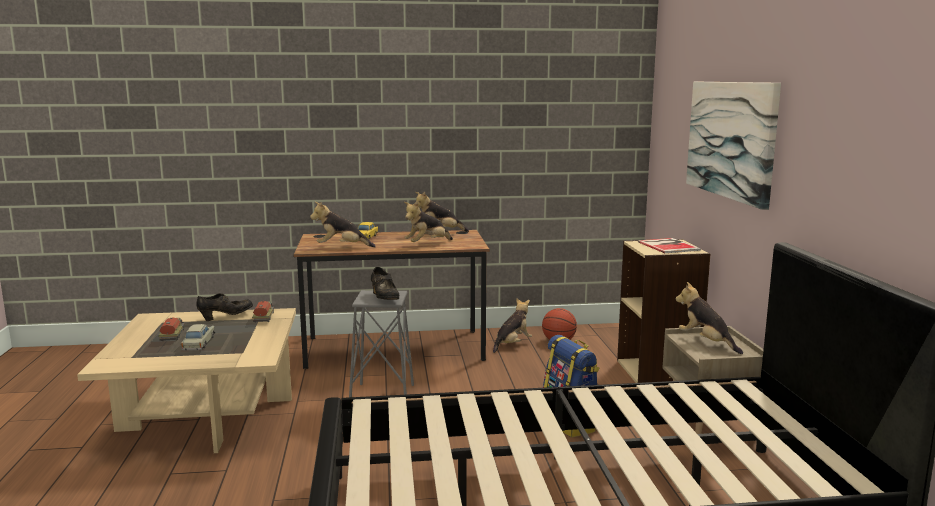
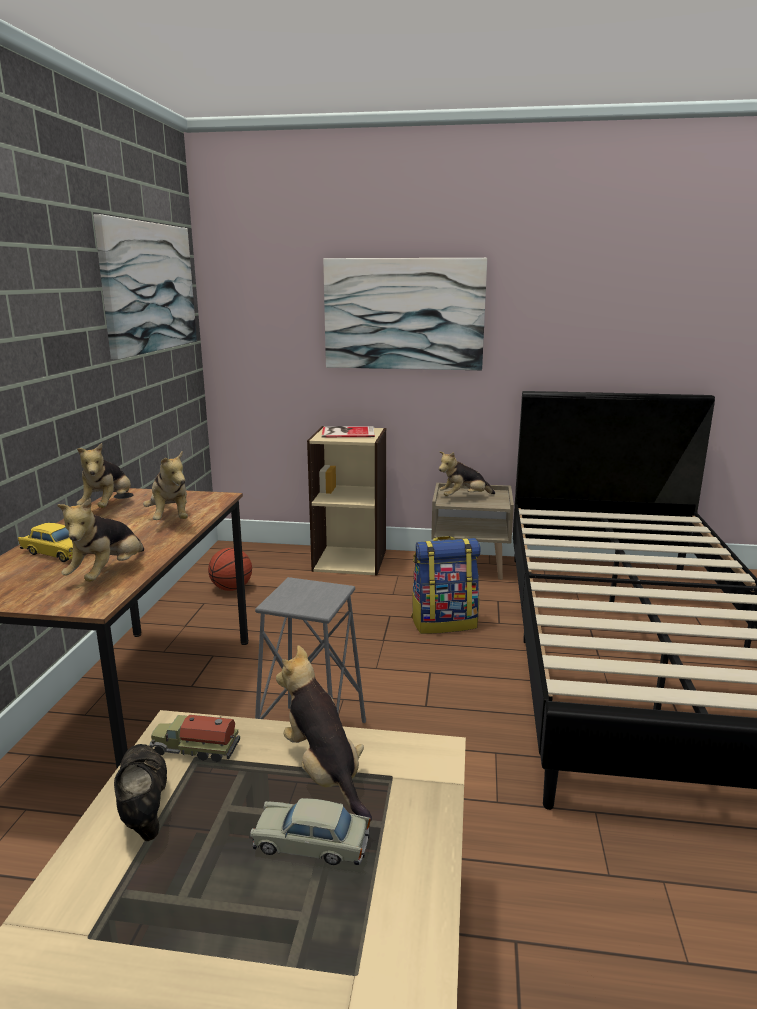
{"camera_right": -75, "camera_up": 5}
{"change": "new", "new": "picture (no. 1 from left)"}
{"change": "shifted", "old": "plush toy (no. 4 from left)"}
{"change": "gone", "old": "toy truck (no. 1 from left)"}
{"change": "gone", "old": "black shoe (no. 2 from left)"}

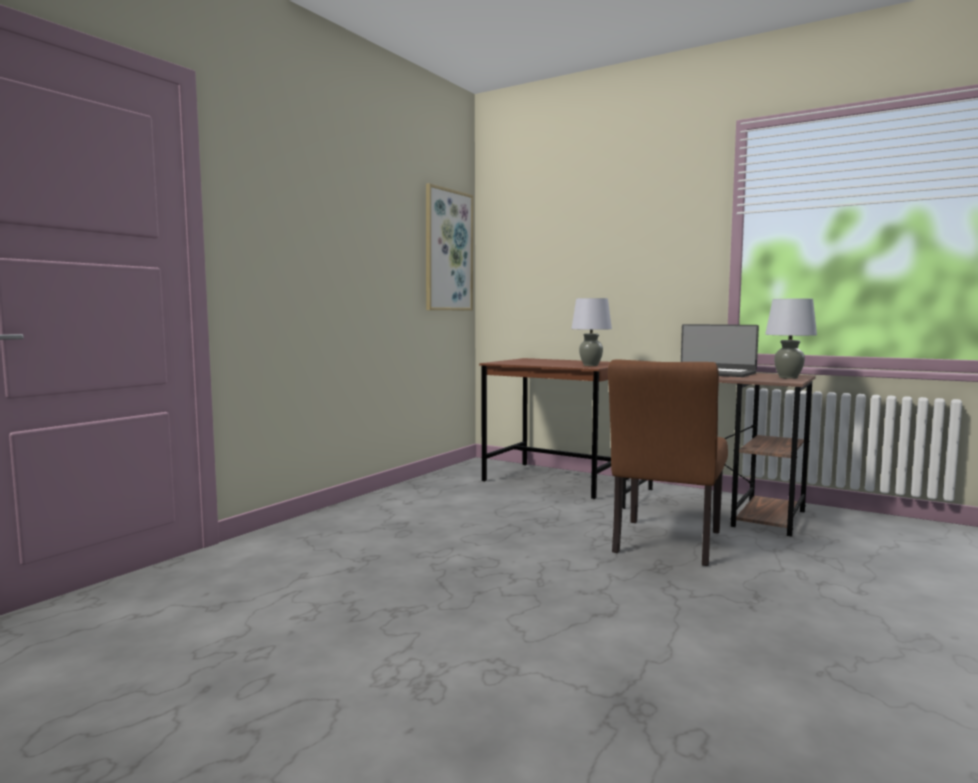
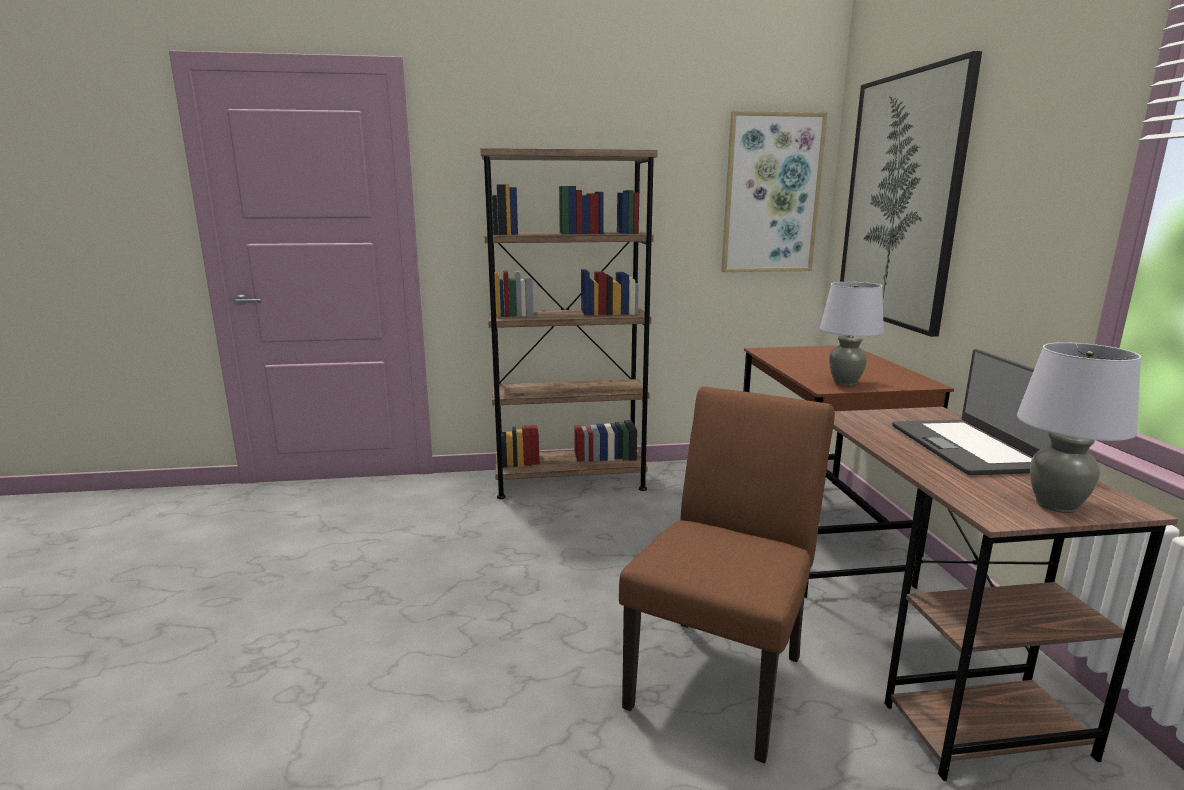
{"camera_right": 50, "camera_up": 10}
{"change": "new", "new": "brown bookcase"}
{"change": "rotated", "old": "brown chair", "degrees": 135}
{"change": "new", "new": "picture (no. 2 from left)"}

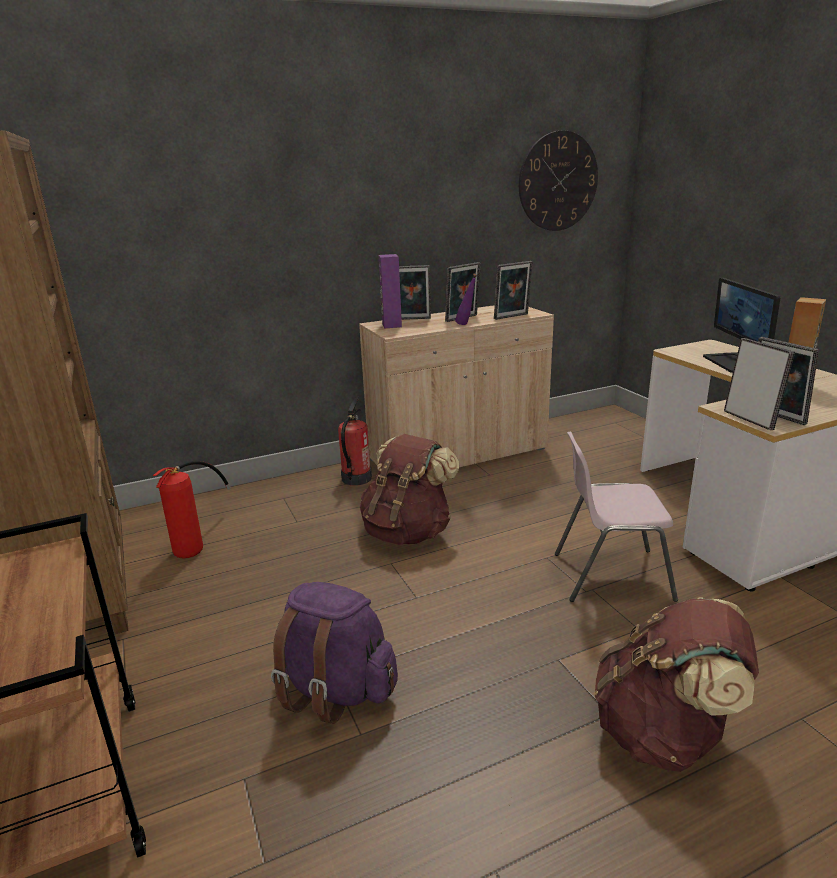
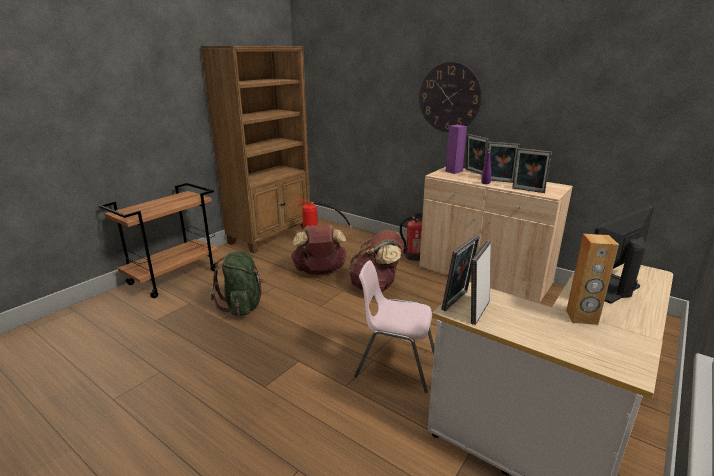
{"camera_right": 60, "camera_up": 0}
{"change": "repainted", "old": "purple backpack", "new": "green backpack"}
{"change": "shifted", "old": "brown backpack (no. 2 from left in the first image)", "new": "brown backpack (no. 1 from left)"}
{"change": "rotated", "old": "pink chair", "degrees": -45}
{"change": "shifted", "old": "wall clock"}

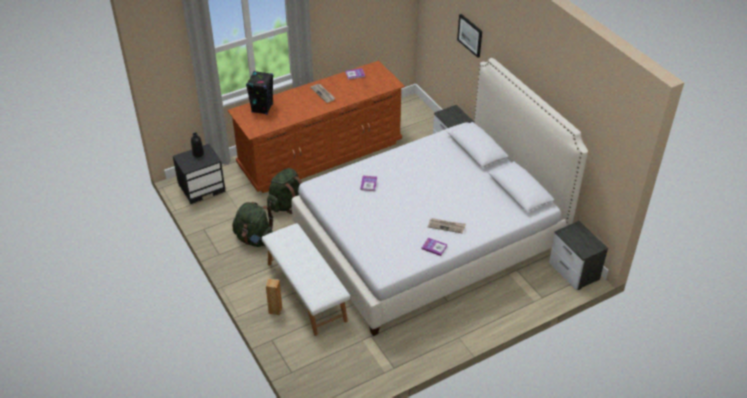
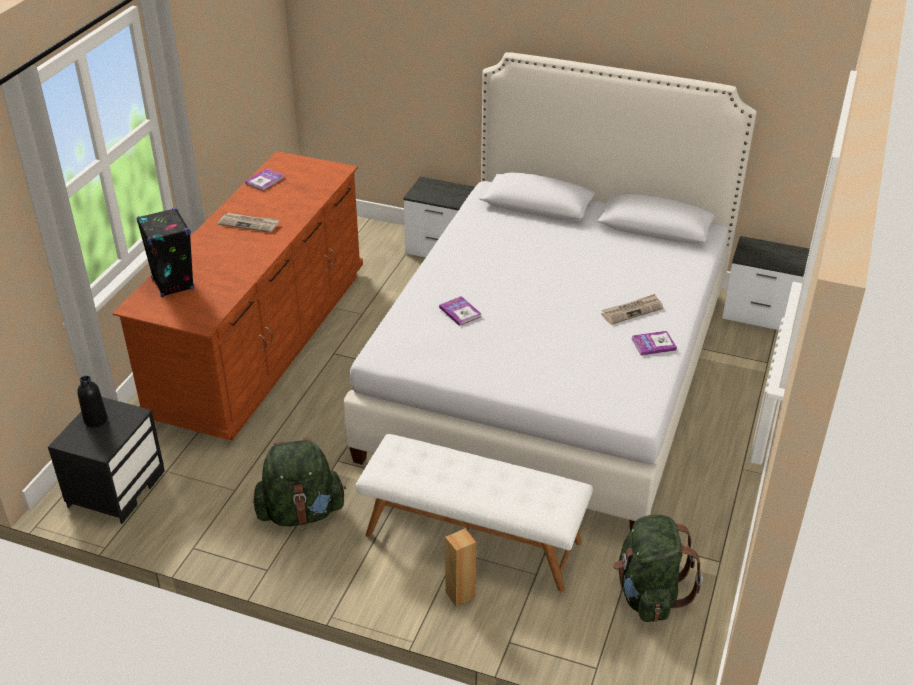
{"camera_right": -40, "camera_up": -5}
{"change": "shifted", "old": "green backpack (no. 2 from left)"}
{"change": "gone", "old": "picture"}

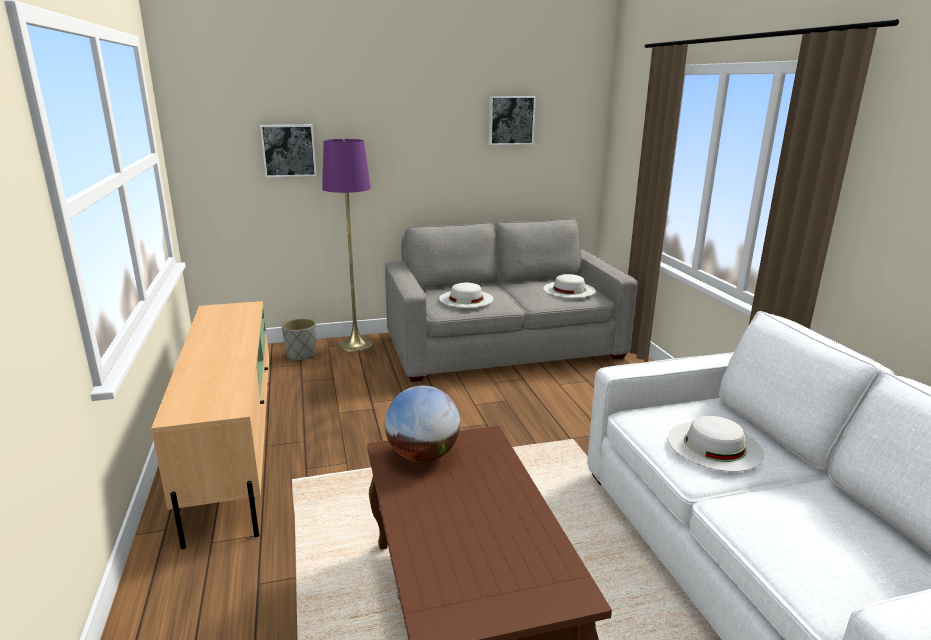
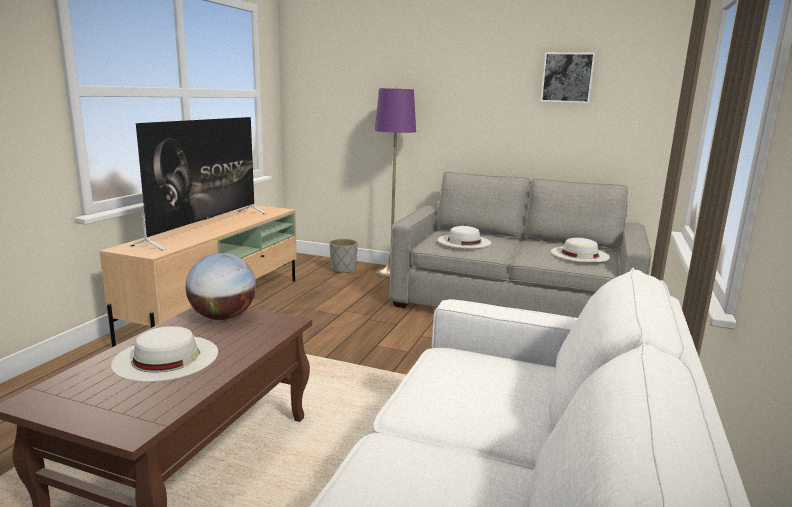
{"camera_right": 35, "camera_up": -5}
{"change": "shifted", "old": "white hat (no. 3 from left in the first image)", "new": "white hat (no. 1 from left)"}
{"change": "new", "new": "television"}
{"change": "gone", "old": "picture (no. 1 from left)"}

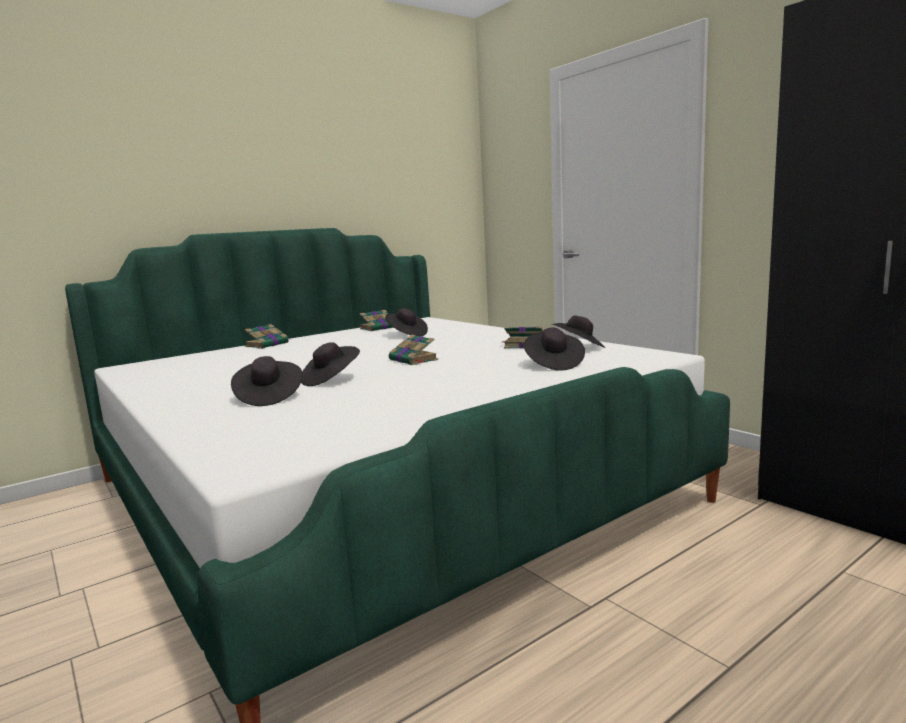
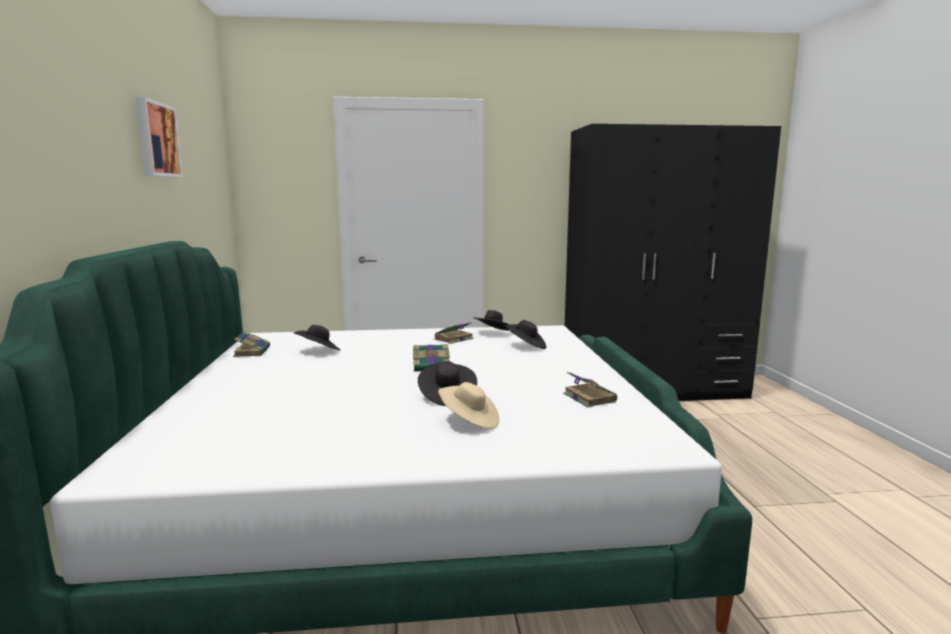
{"camera_right": -60, "camera_up": 0}
{"change": "new", "new": "picture"}
{"change": "repainted", "old": "black hat (no. 1 from left)", "new": "beige hat"}
{"change": "shifted", "old": "book (no. 1 from left in the first image)", "new": "book (no. 4 from left)"}

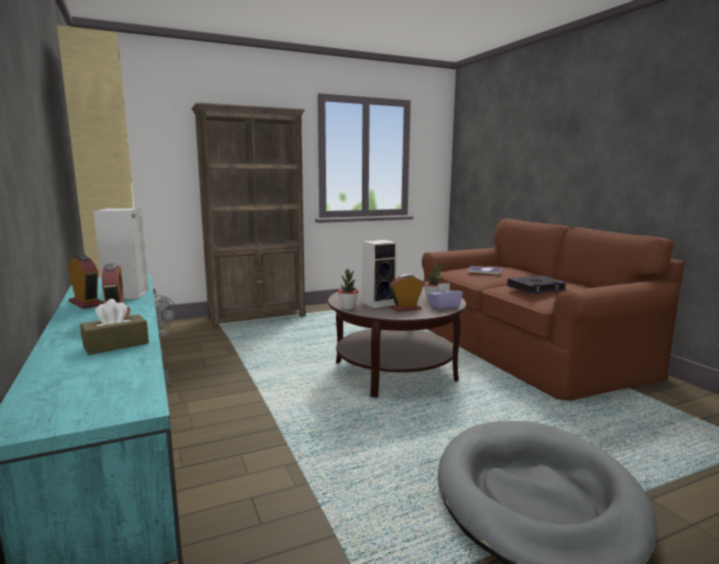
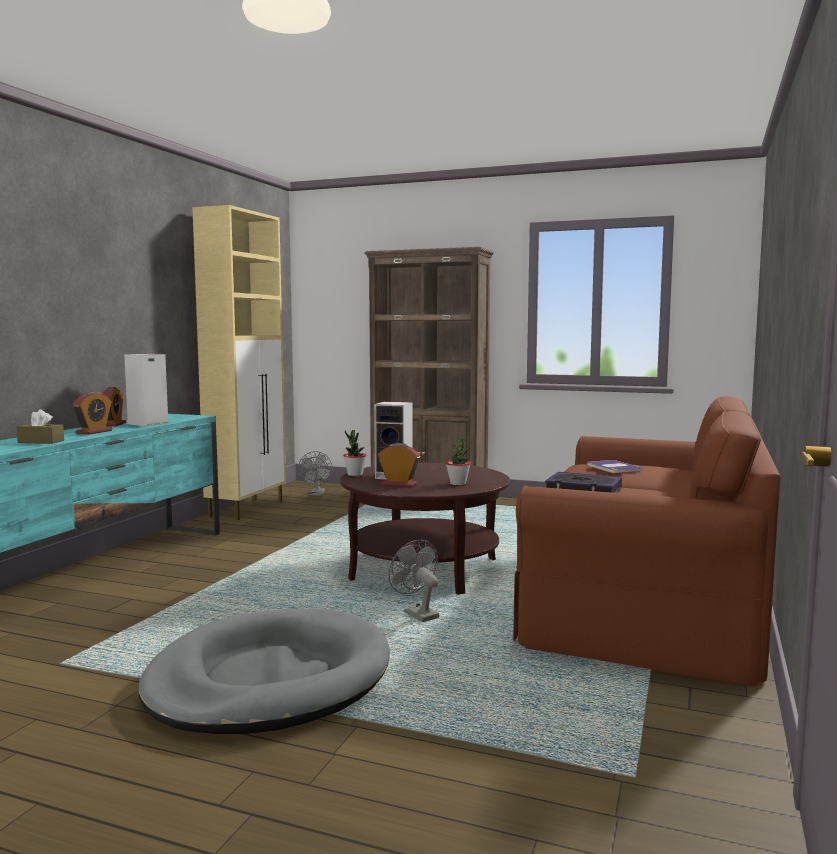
{"camera_right": 45, "camera_up": -5}
{"change": "new", "new": "grey fan (no. 2 from left)"}
{"change": "gone", "old": "purple tissue box"}

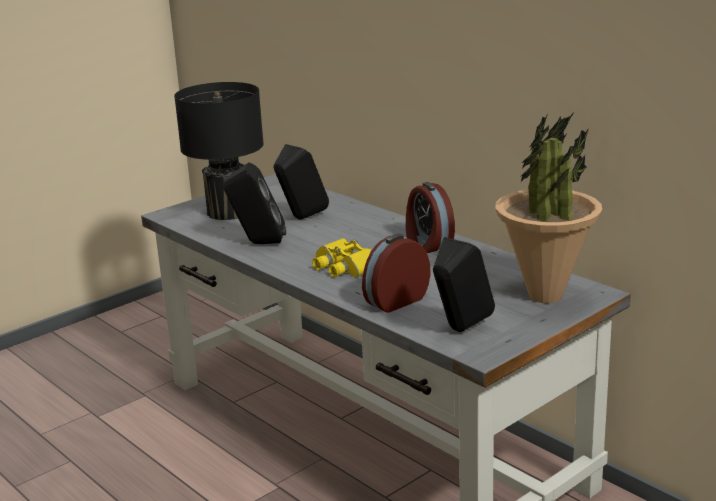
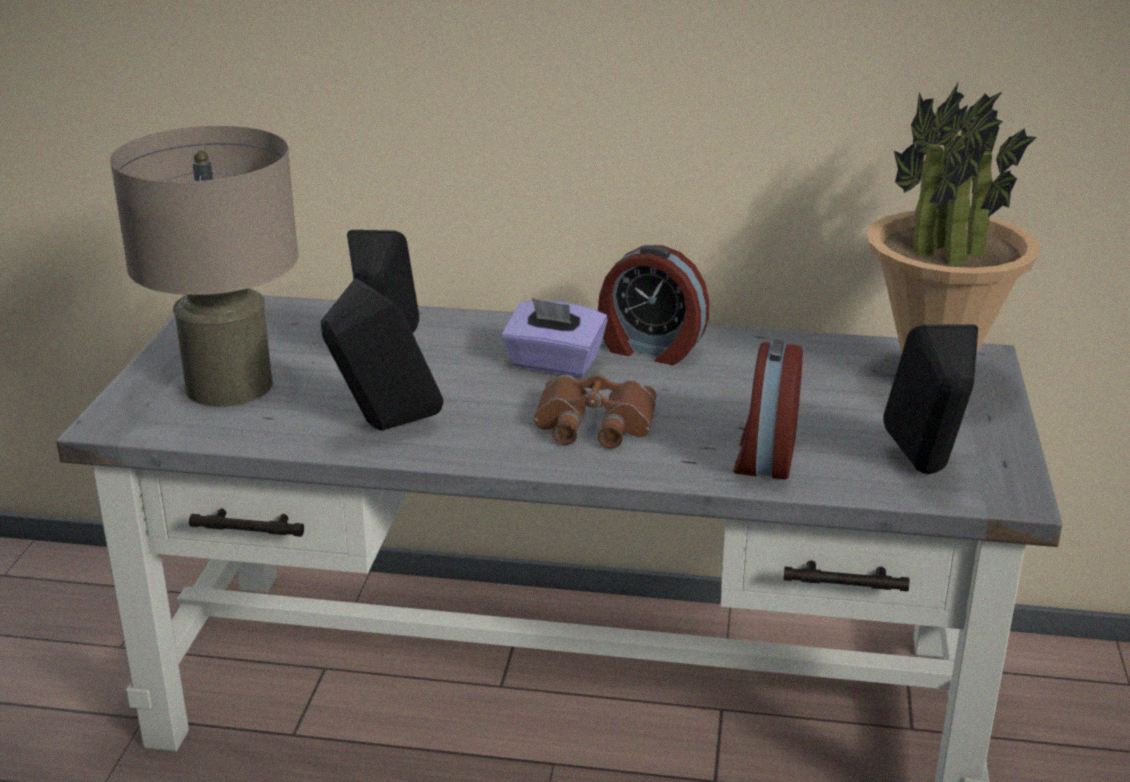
{"camera_right": -40, "camera_up": 5}
{"change": "repainted", "old": "black table lamp", "new": "beige table lamp"}
{"change": "new", "new": "purple tissue box"}
{"change": "repainted", "old": "yellow binoculars", "new": "brown binoculars"}

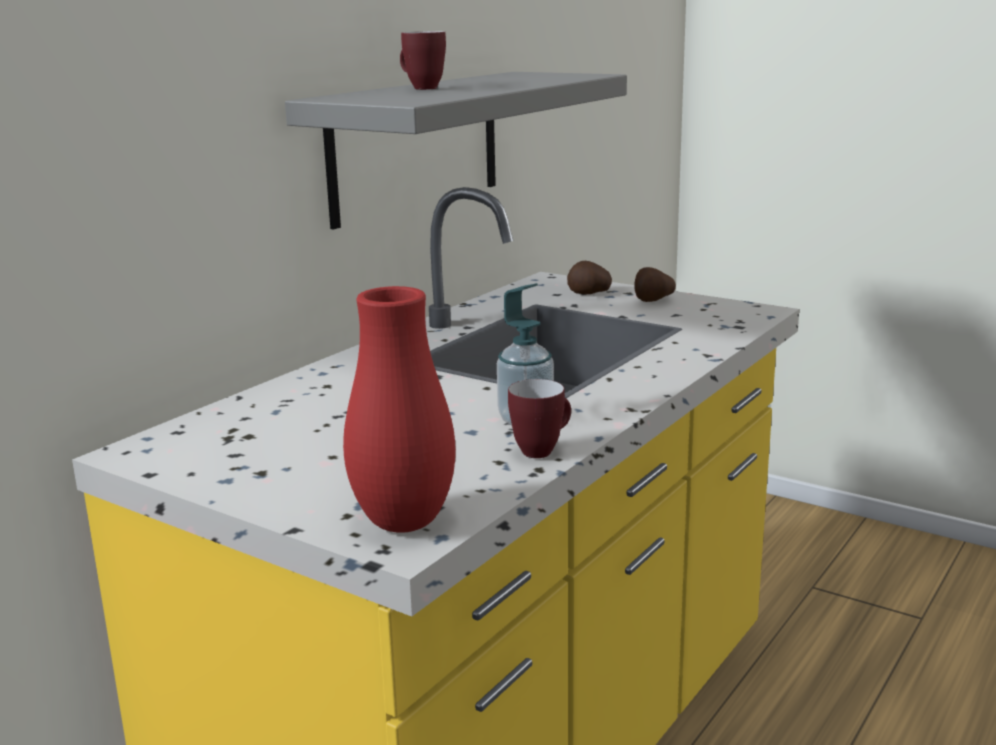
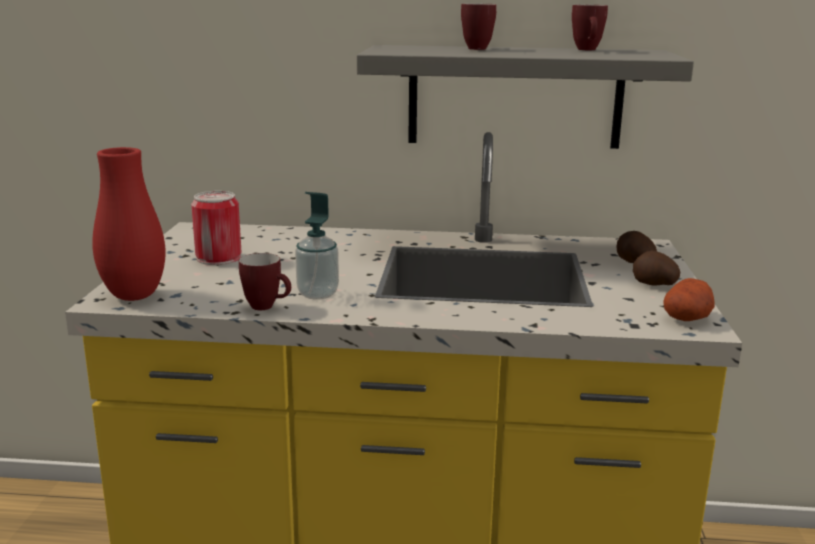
{"camera_right": 60, "camera_up": 0}
{"change": "new", "new": "can"}
{"change": "new", "new": "mug (no. 3 from left)"}
{"change": "new", "new": "potato (no. 3 from left)"}

